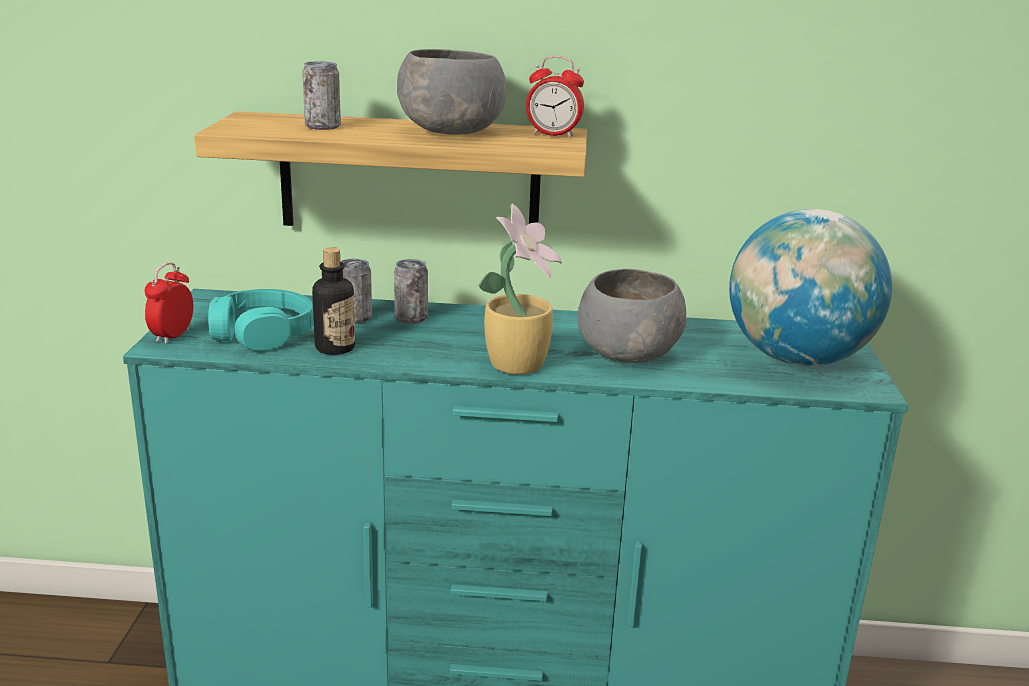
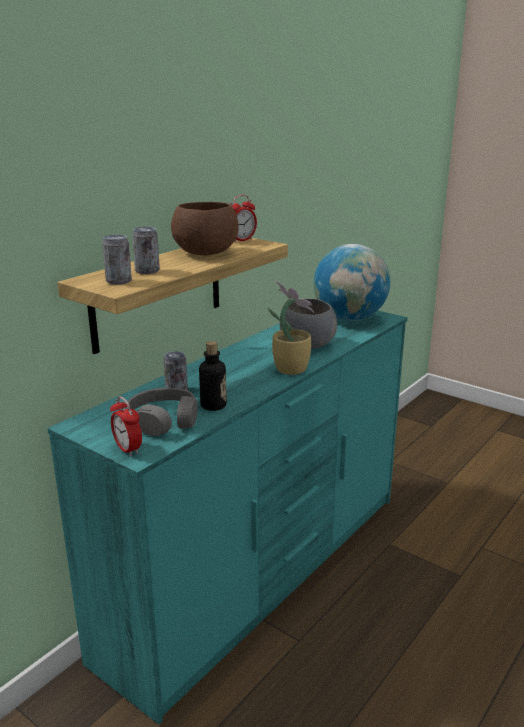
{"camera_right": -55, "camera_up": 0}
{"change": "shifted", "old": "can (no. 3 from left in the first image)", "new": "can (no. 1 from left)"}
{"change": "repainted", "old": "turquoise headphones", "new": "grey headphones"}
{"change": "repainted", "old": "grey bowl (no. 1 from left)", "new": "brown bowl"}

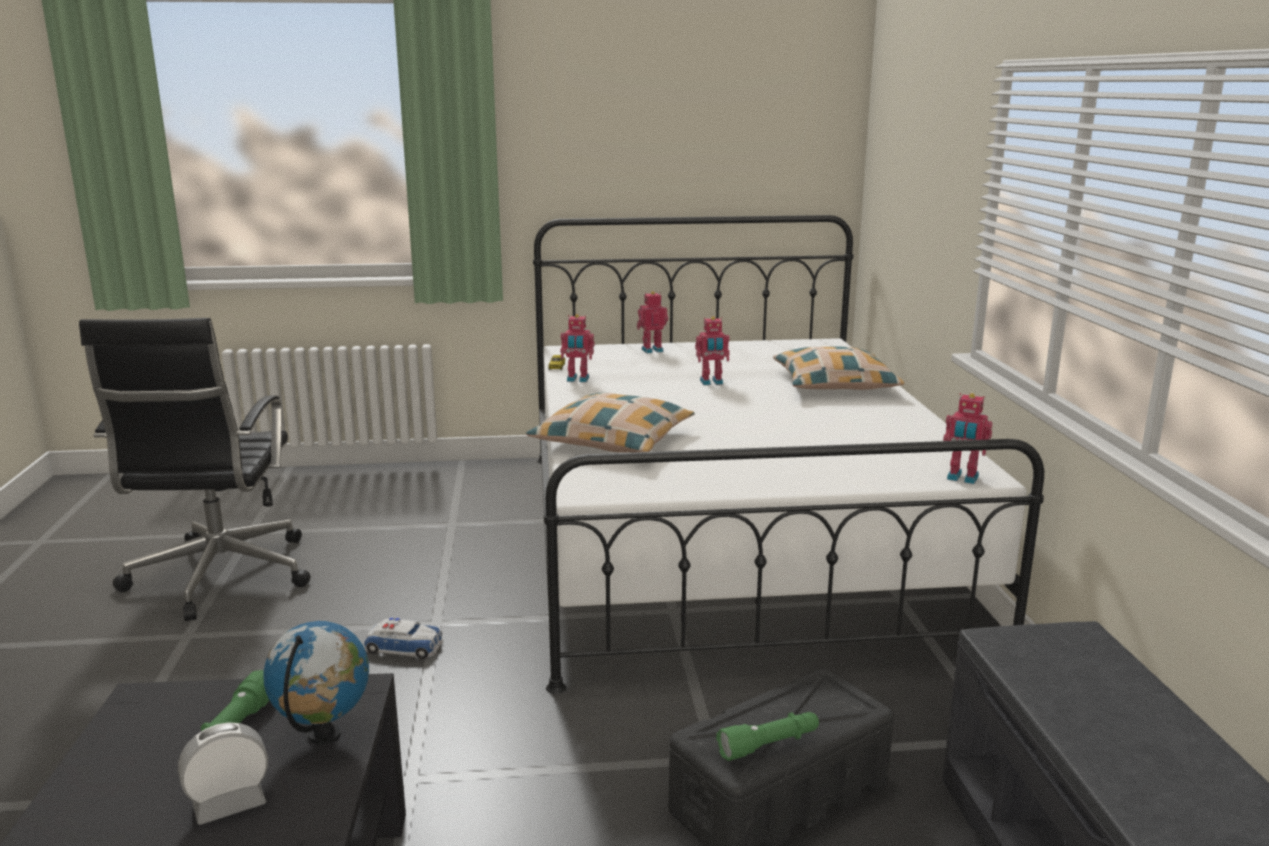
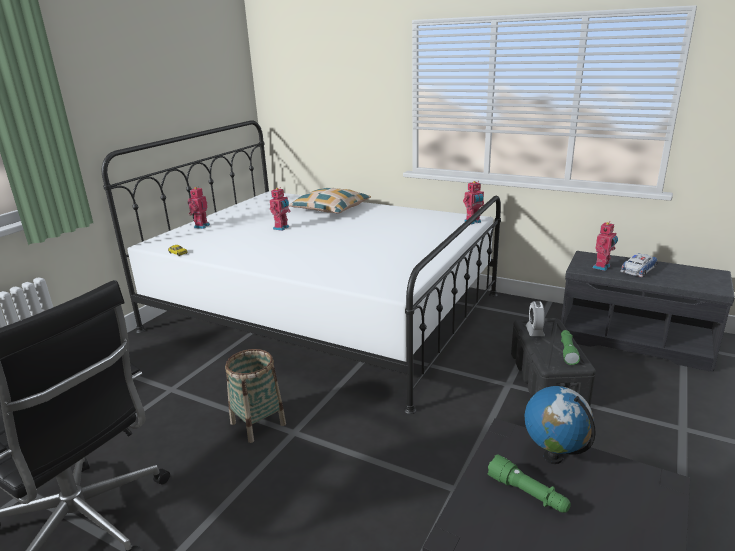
{"camera_right": -55, "camera_up": 5}
{"change": "new", "new": "basket"}
{"change": "shifted", "old": "alarm clock"}
{"change": "shifted", "old": "toy robot (no. 1 from left in the first image)", "new": "toy robot (no. 4 from left)"}
{"change": "shifted", "old": "toy car (no. 1 from left in the first image)", "new": "toy car (no. 2 from left)"}
{"change": "gone", "old": "pillow (no. 1 from left)"}

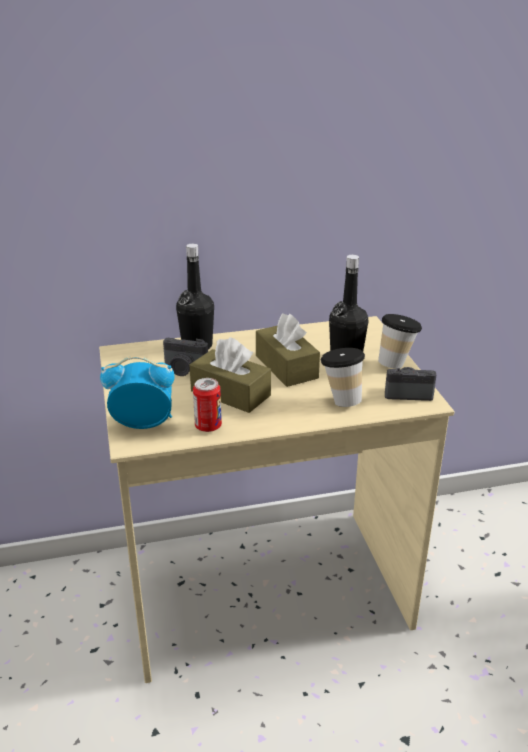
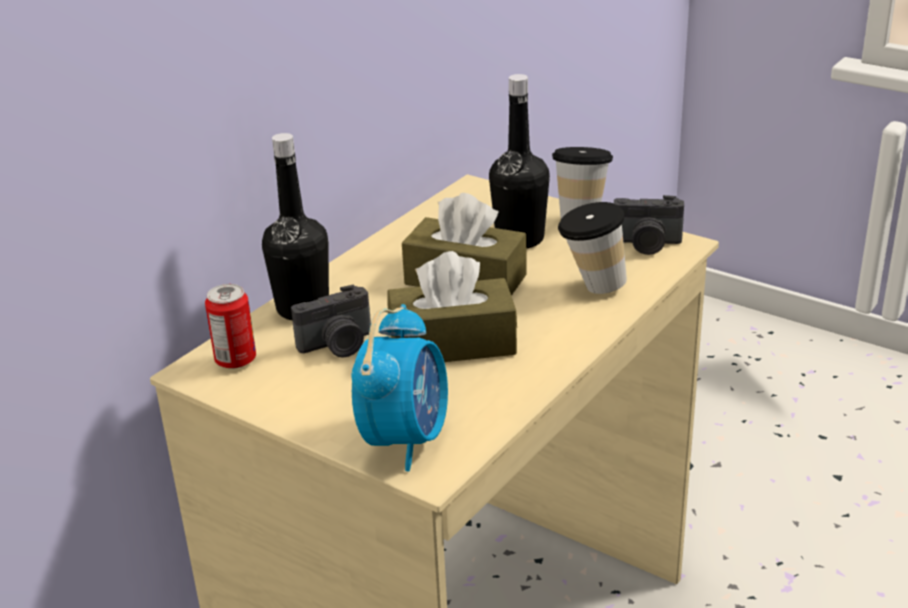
{"camera_right": -40, "camera_up": 0}
{"change": "shifted", "old": "can"}
{"change": "rotated", "old": "alarm clock", "degrees": 150}
{"change": "rotated", "old": "photo camera (no. 2 from left)", "degrees": -135}

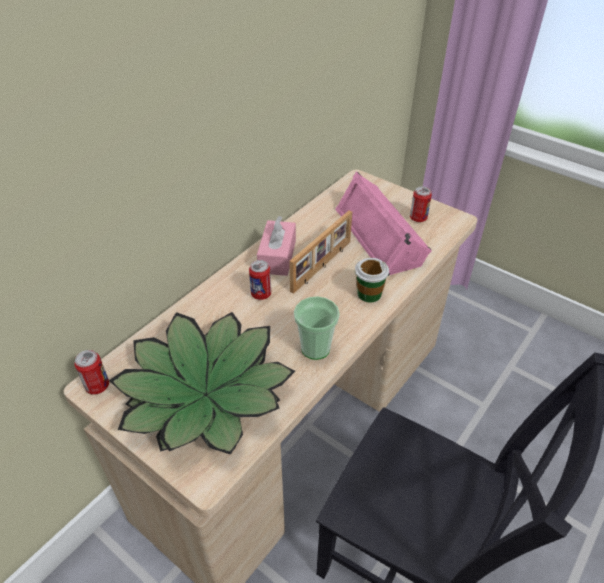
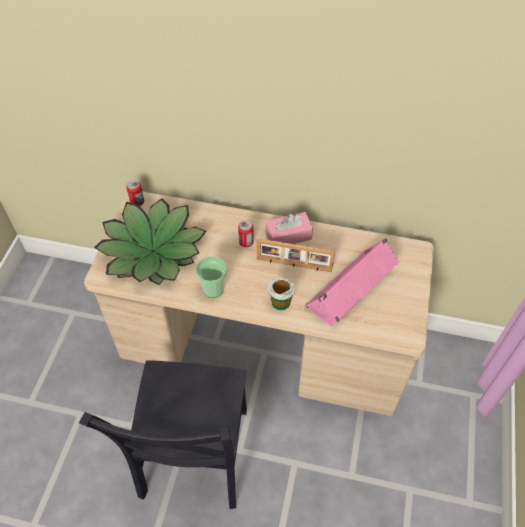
{"camera_right": 65, "camera_up": 10}
{"change": "gone", "old": "can (no. 3 from left)"}

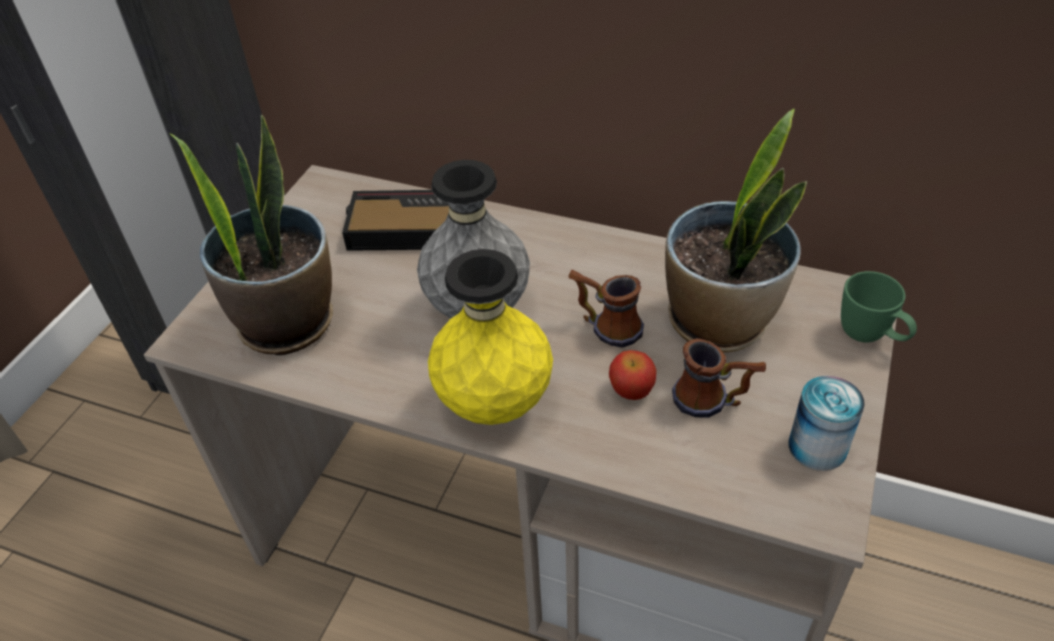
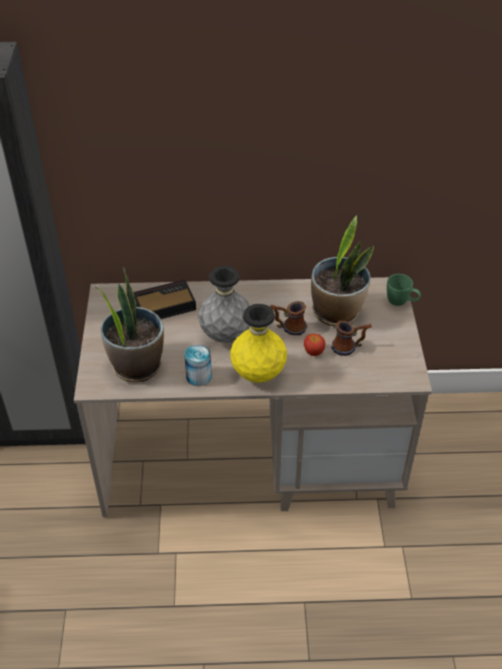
{"camera_right": -25, "camera_up": 0}
{"change": "shifted", "old": "can"}

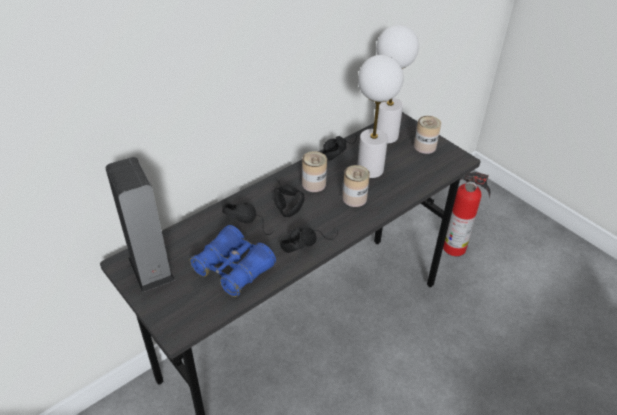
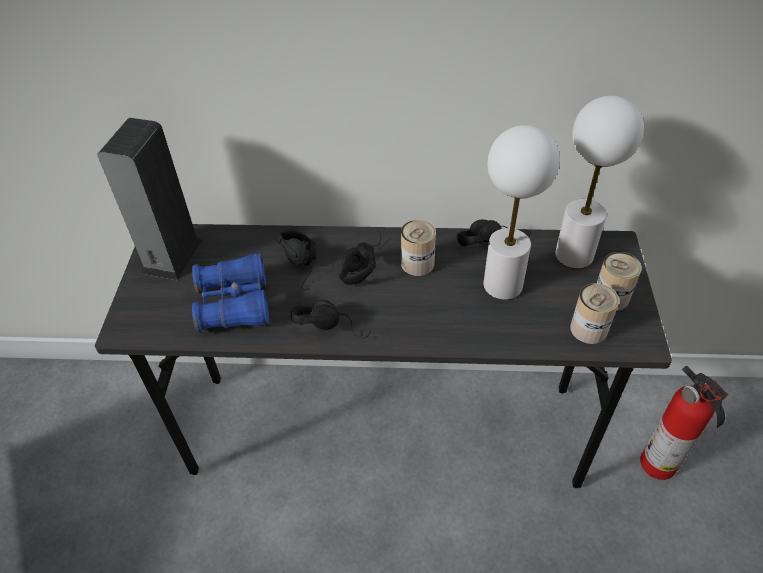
{"camera_right": 45, "camera_up": 5}
{"change": "shifted", "old": "can (no. 2 from left)"}

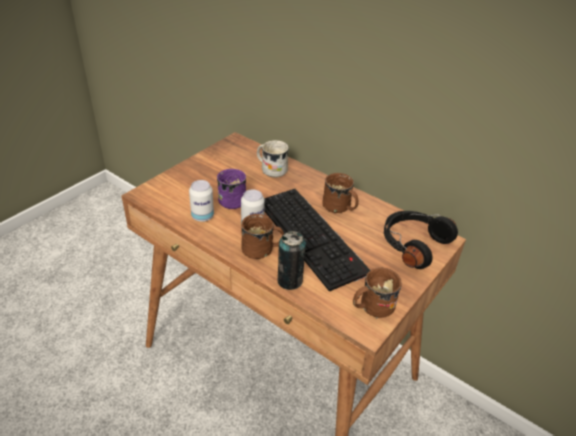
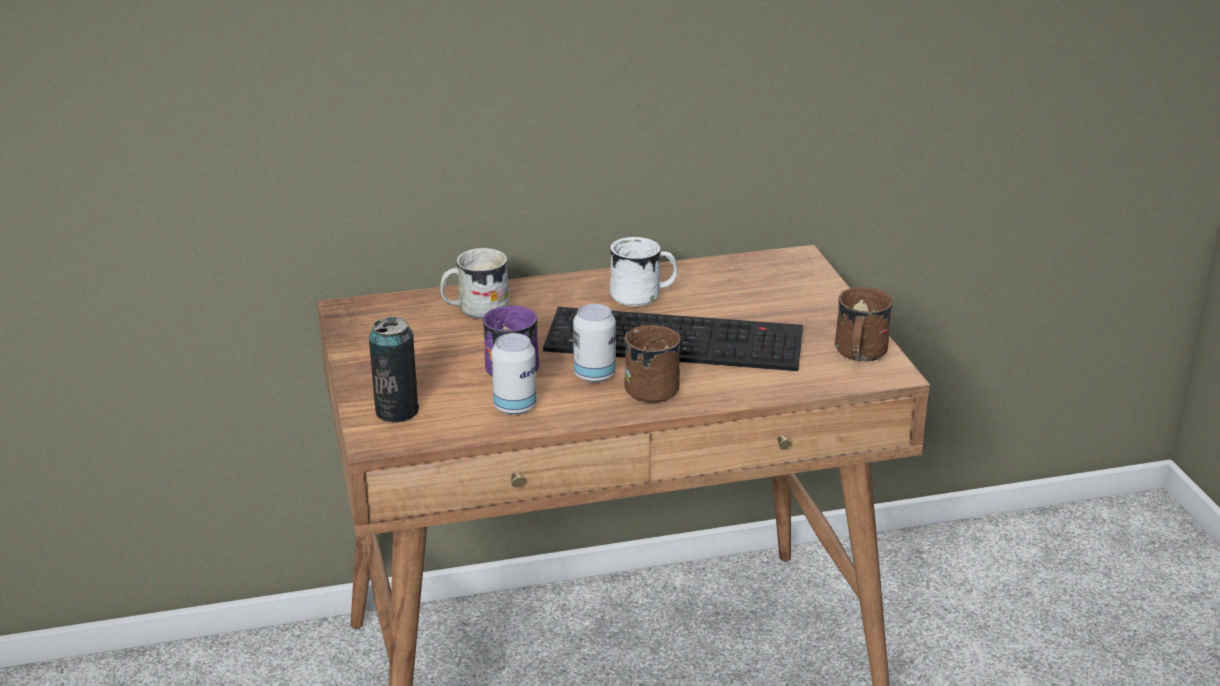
{"camera_right": -50, "camera_up": -10}
{"change": "shifted", "old": "can (no. 3 from left in the first image)", "new": "can (no. 1 from left)"}
{"change": "repainted", "old": "brown mug (no. 2 from left)", "new": "white mug (no. 2 from left)"}
{"change": "gone", "old": "black headphones"}

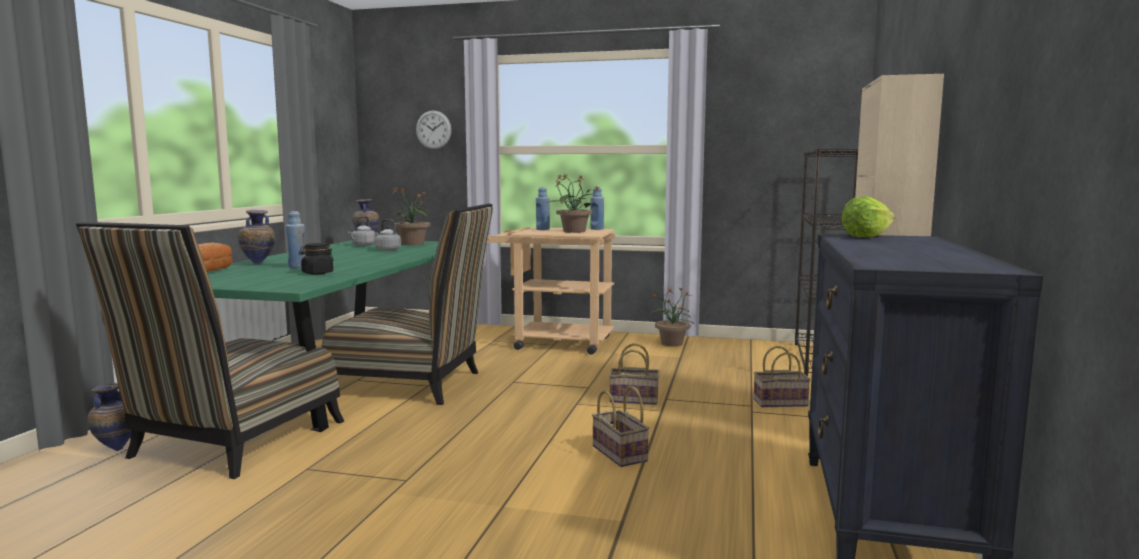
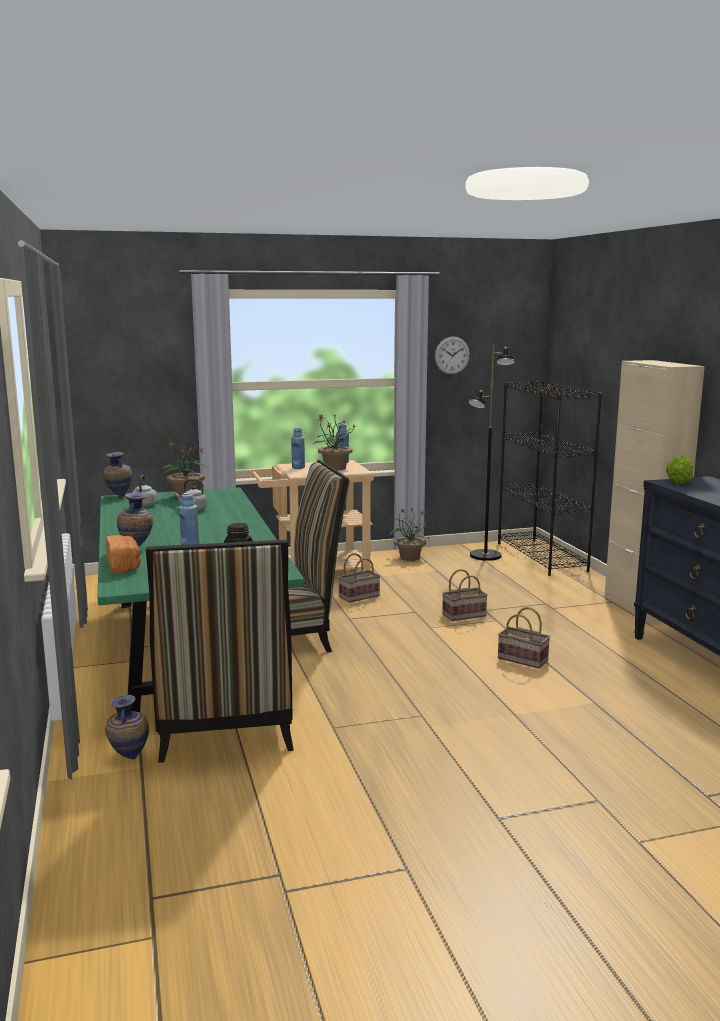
{"camera_right": -30, "camera_up": 5}
{"change": "shifted", "old": "basket (no. 3 from left in the first image)", "new": "basket (no. 1 from left)"}
{"change": "shifted", "old": "wall clock"}
{"change": "new", "new": "black floor lamp"}

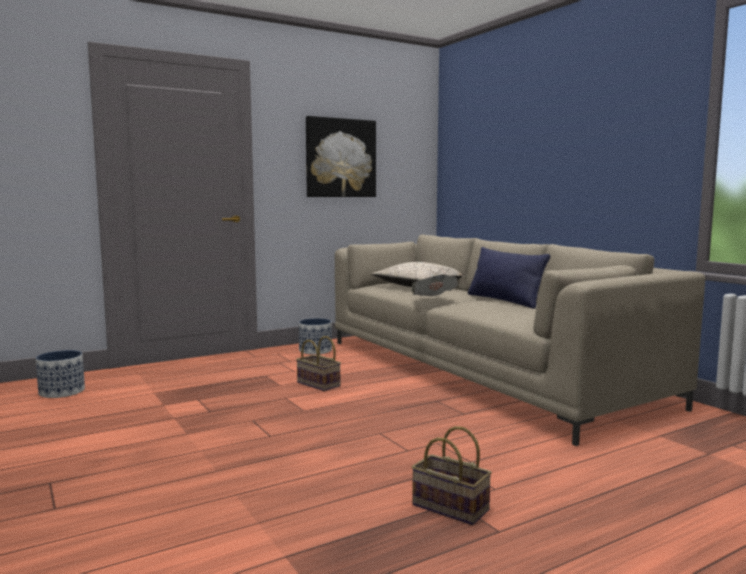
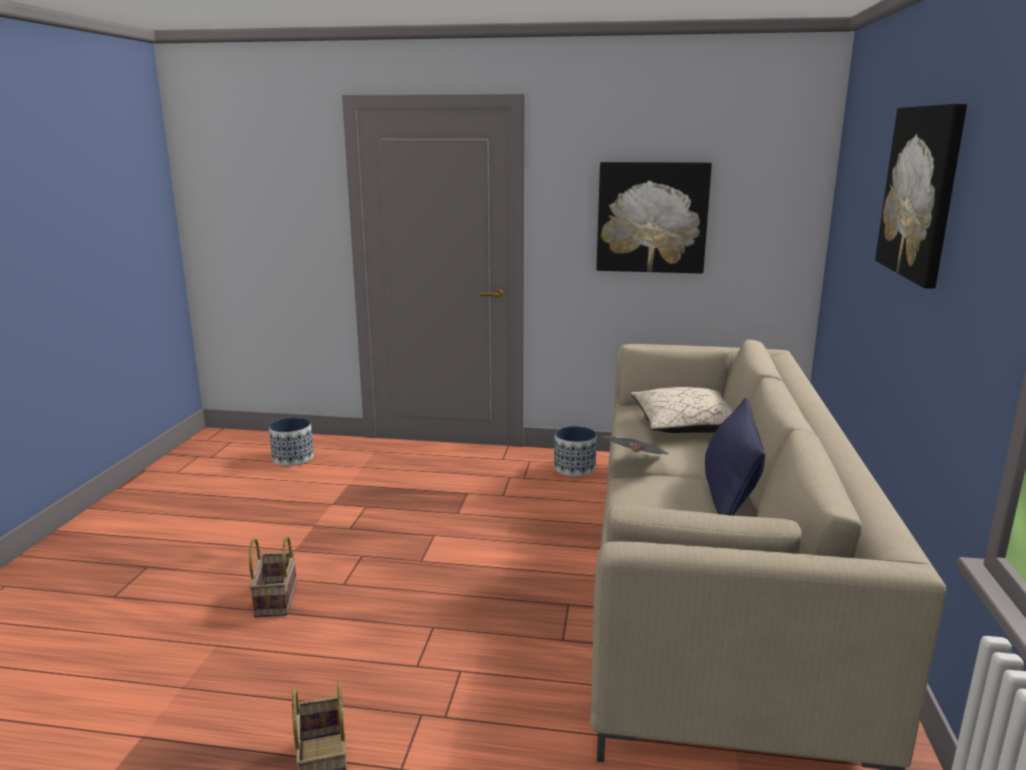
{"camera_right": 40, "camera_up": 10}
{"change": "shifted", "old": "basket (no. 1 from left)"}
{"change": "new", "new": "picture (no. 2 from left)"}

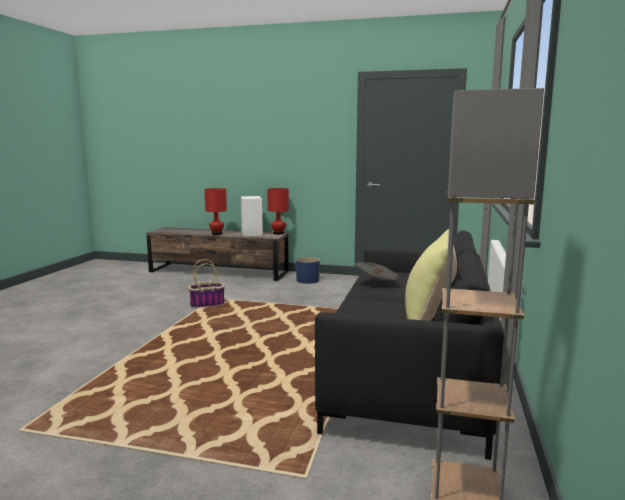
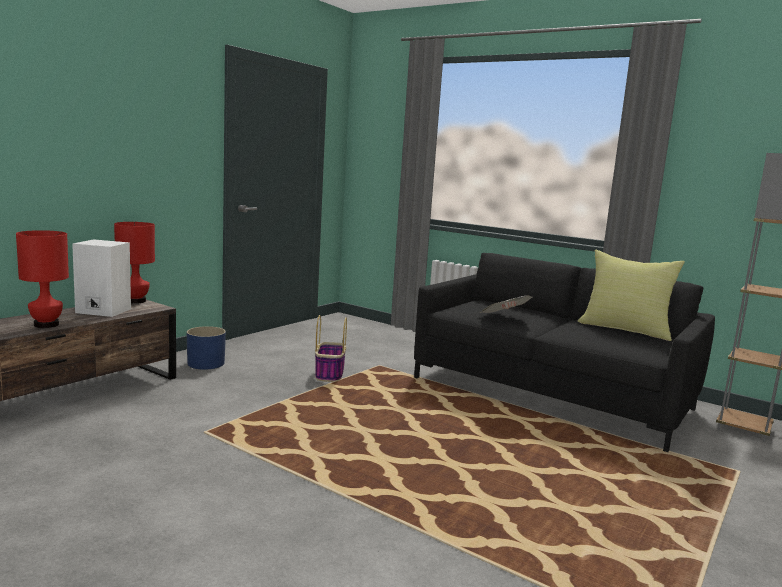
{"camera_right": -70, "camera_up": 0}
{"change": "shifted", "old": "basket"}

